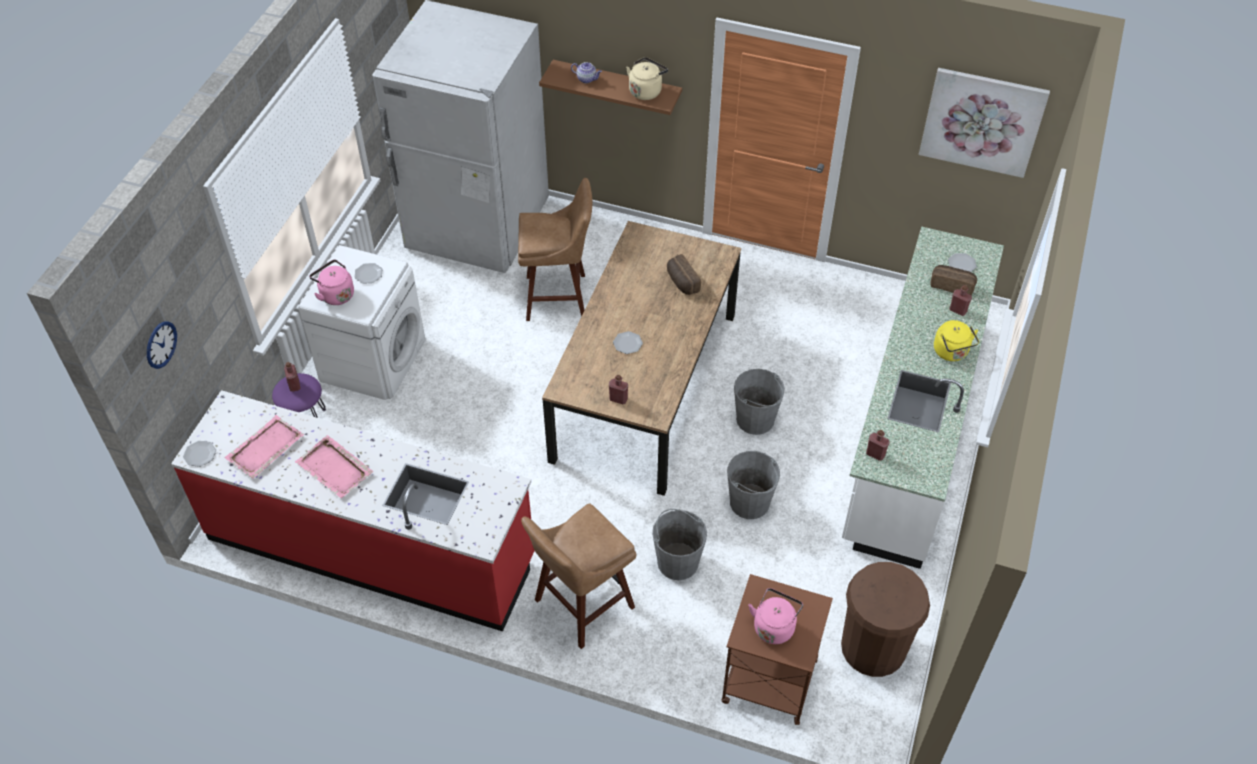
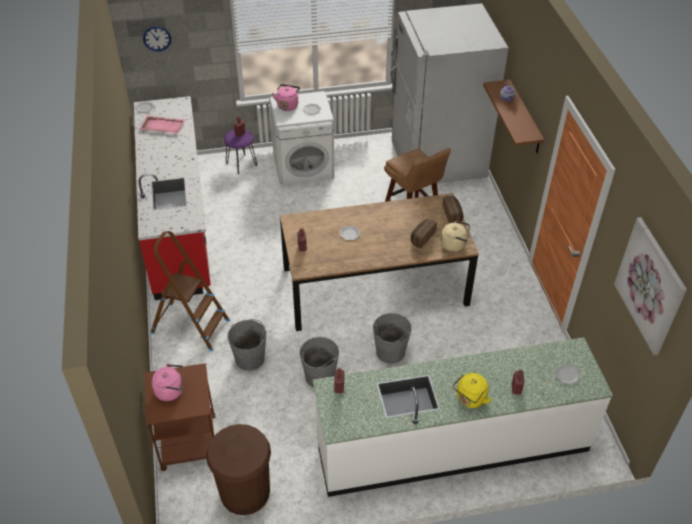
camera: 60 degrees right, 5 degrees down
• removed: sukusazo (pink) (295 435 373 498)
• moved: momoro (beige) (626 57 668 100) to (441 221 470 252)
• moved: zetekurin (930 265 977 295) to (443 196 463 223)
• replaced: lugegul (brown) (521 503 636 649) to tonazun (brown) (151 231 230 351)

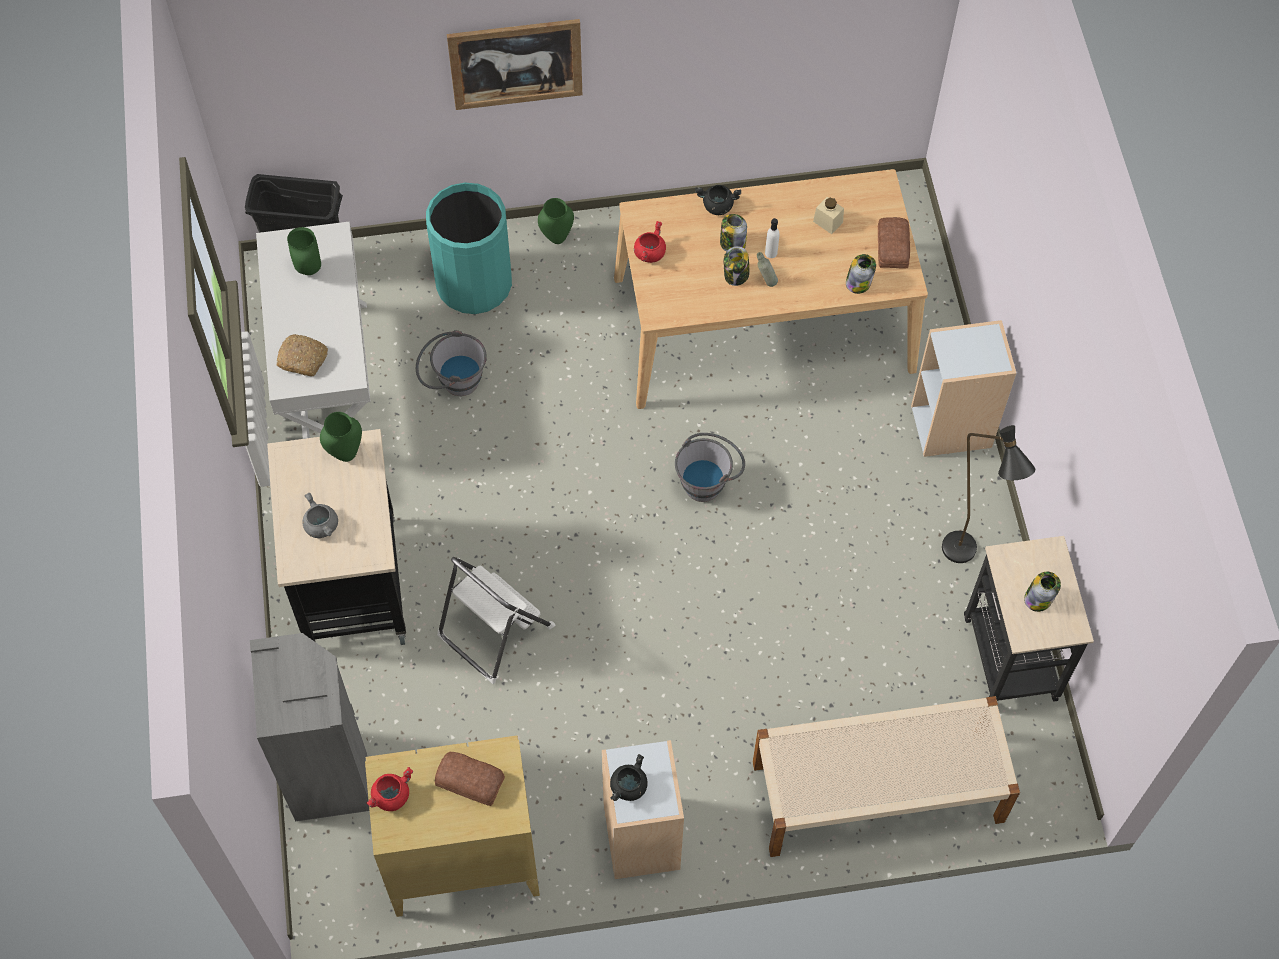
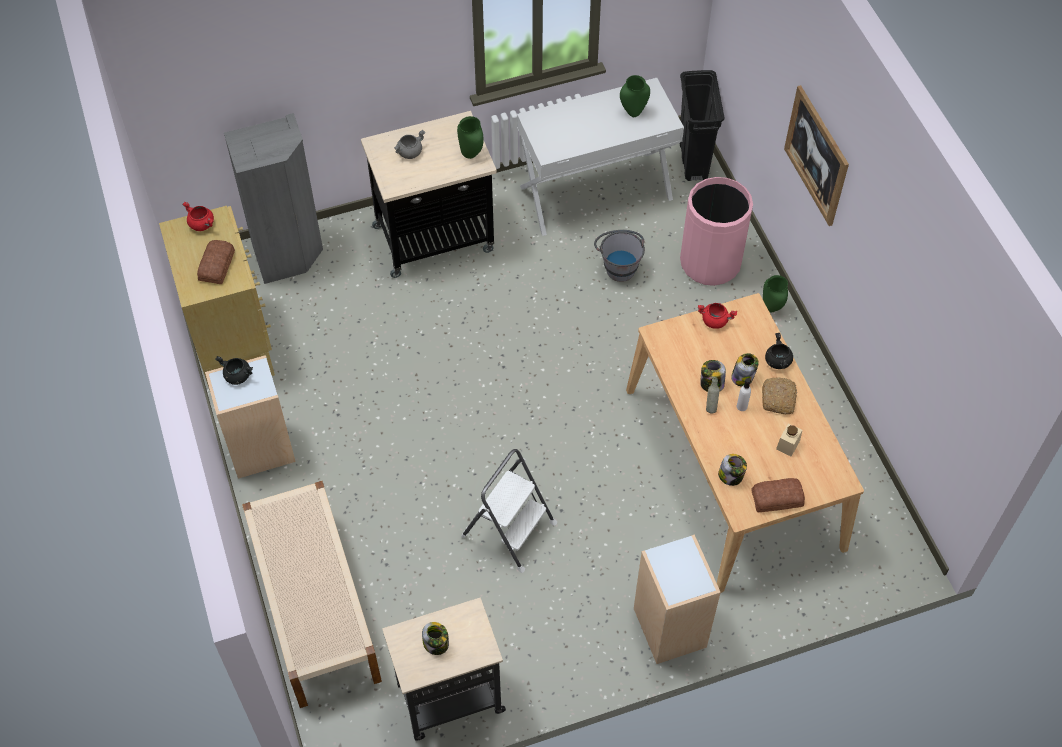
camera: 80 degrees right, 5 degrees down
• removed: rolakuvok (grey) (675 433 745 502)
• removed: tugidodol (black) (942 425 1035 563)
• moved: zetekurin (277 334 328 377) to (762 377 797 414)
• moved: tonazun (white) (437 557 555 684) to (461 449 557 573)
• recoloured: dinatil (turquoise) (426 183 512 314) to dinatil (pink) (680 177 753 286)

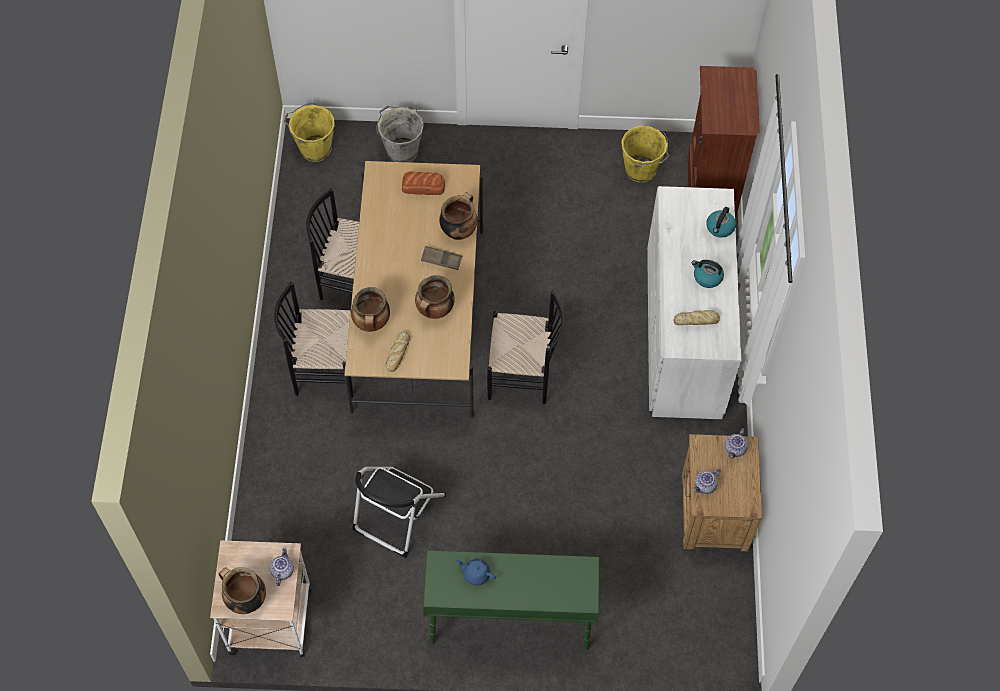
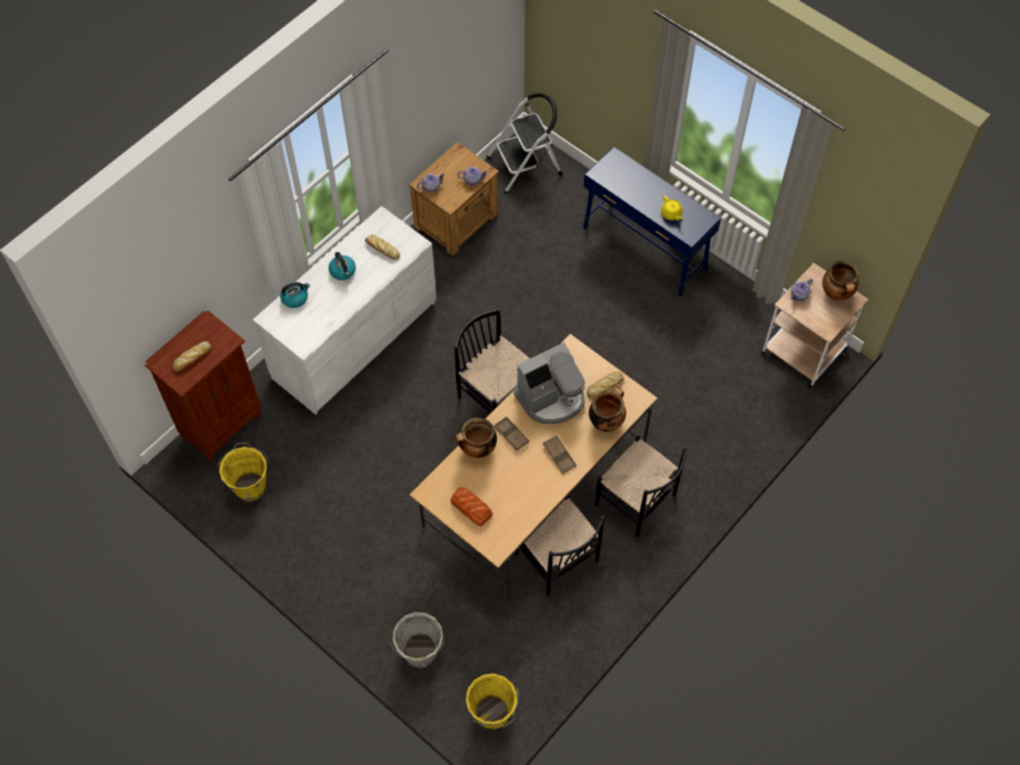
camera: 140 degrees left, 0 degrees up
• added: zetekurin (173 341 211 372)
• added: sukusazo (brown) (543 435 577 474)
• moved: tonazun (353 466 446 558) to (487 93 562 194)
• replaced: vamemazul (415 275 455 319) to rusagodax (514 342 585 424)
• recoloured: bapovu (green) (423 551 600 650) to bapovu (blue) (583 147 721 296)
• recoloured: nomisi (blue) (455 559 496 585) to nomisi (yellow) (661 196 683 220)

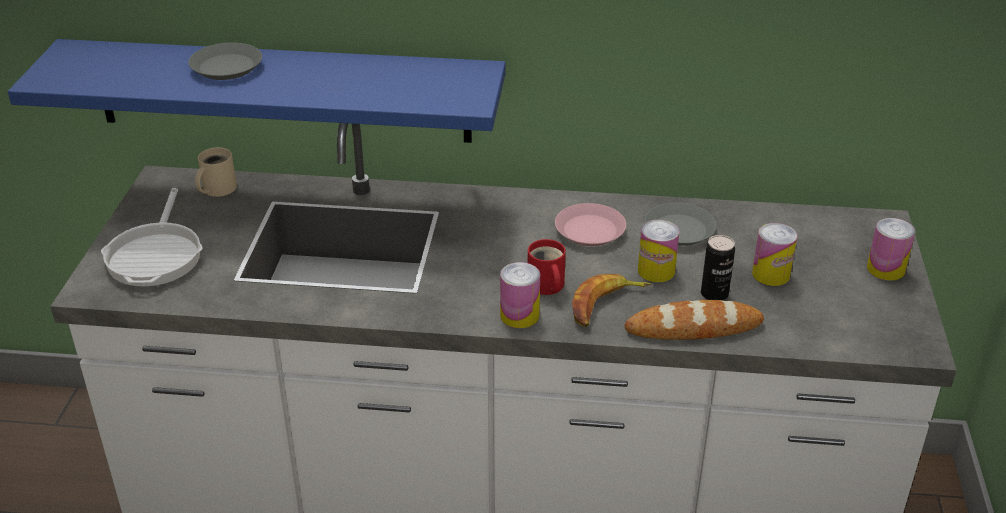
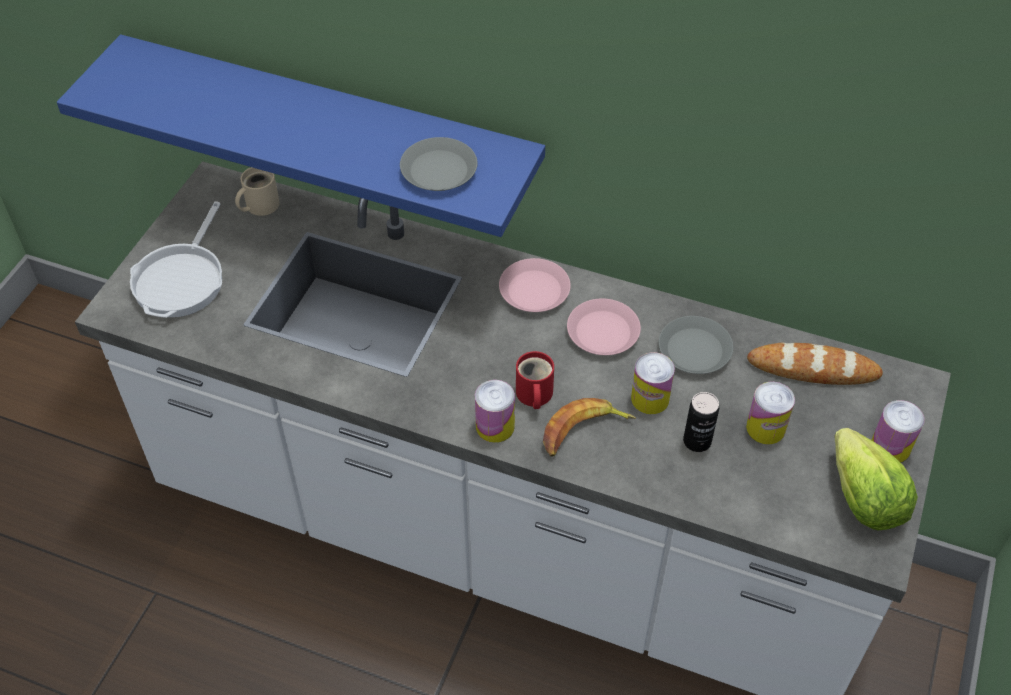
camera: 15 degrees right, 15 degrees up
• added: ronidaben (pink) (499 258 571 312)
• added: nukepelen (834 428 918 530)
• moved: ronidaben (grey) (188 43 262 80) to (400 137 477 191)
• moved: zetekurin (625 300 764 340) to (747 343 883 385)

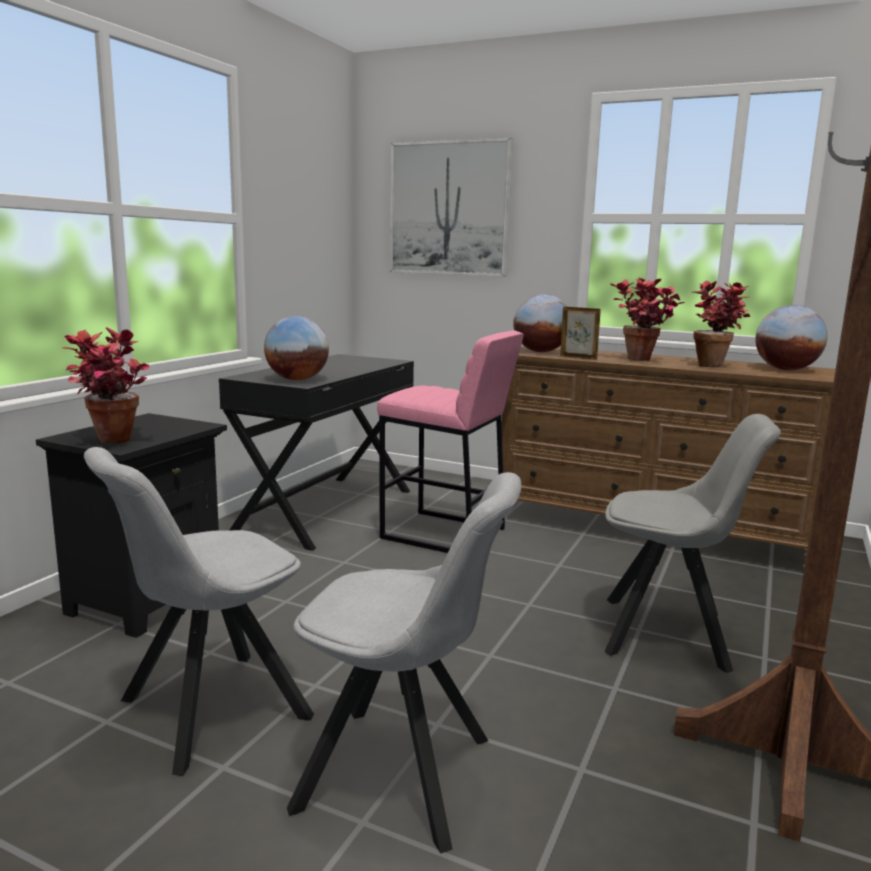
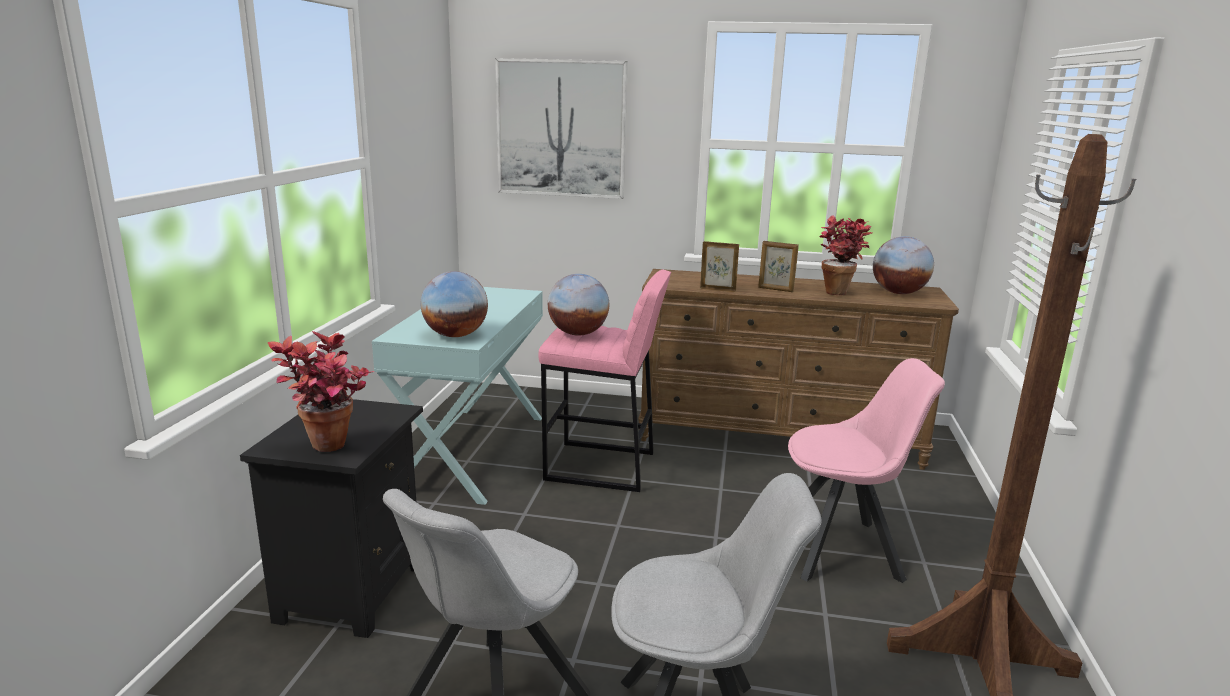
camera: 15 degrees left, 5 degrees up
• moved: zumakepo (513 294 567 352) to (548 274 609 336)
• replaced: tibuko (610 278 685 361) to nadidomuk (758 241 799 292)
• recoloured: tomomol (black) (219 354 414 551) to tomomol (turquoise) (372 287 543 505)
• recoloured: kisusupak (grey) (604 414 781 673) to kisusupak (pink) (788 358 945 583)

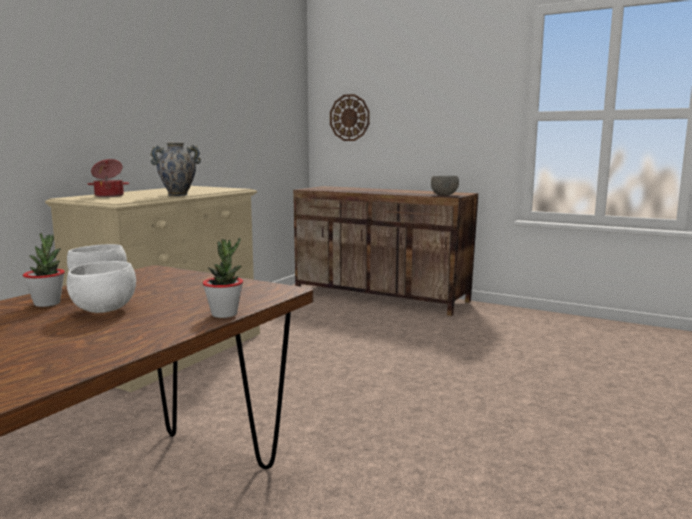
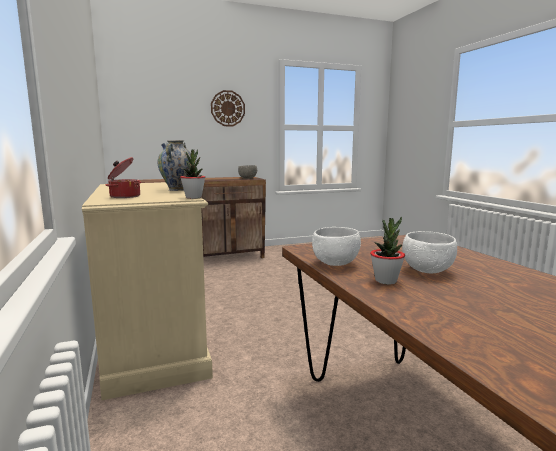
camera: 50 degrees left, 0 degrees up
• moved: tibuko (203 238 243 318) to (180 149 205 199)
• moved: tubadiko (330 94 370 141) to (211 90 245 126)

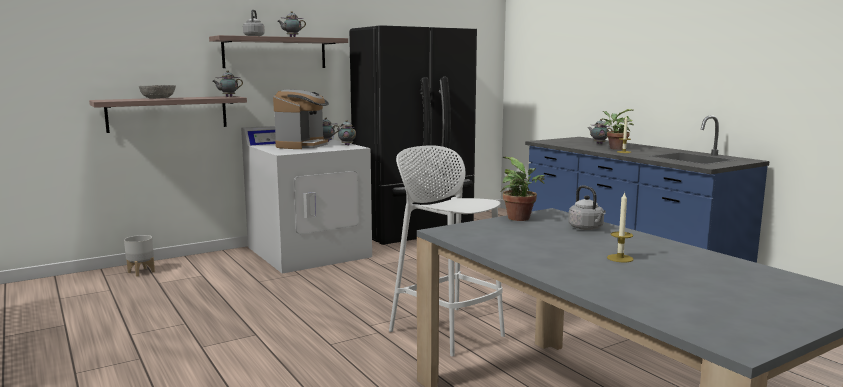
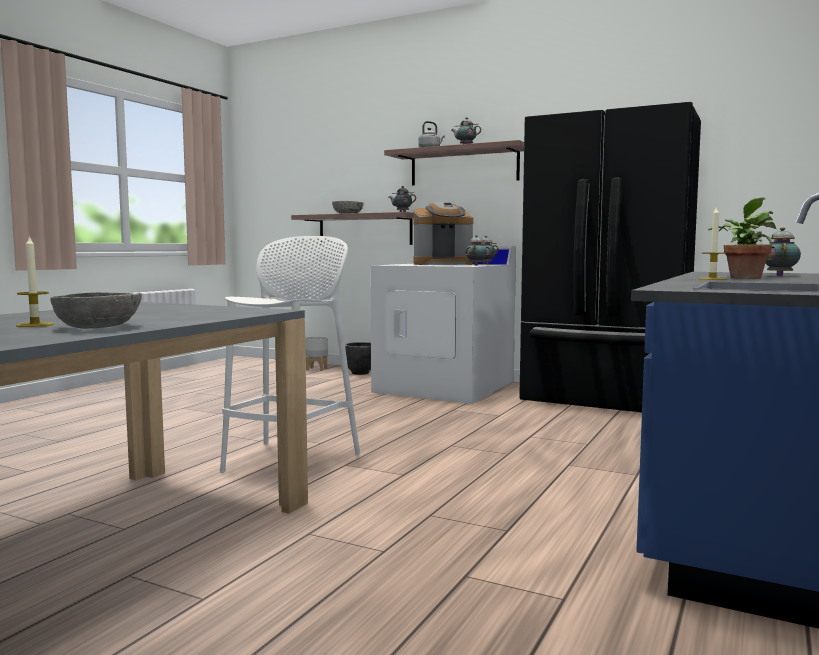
camera: 60 degrees right, 5 degrees down
• removed: tibuko (500 157 545 221)
• removed: momoro (grey) (568 185 606 230)
• added: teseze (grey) (50 292 142 329)
• added: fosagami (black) (345 342 371 375)

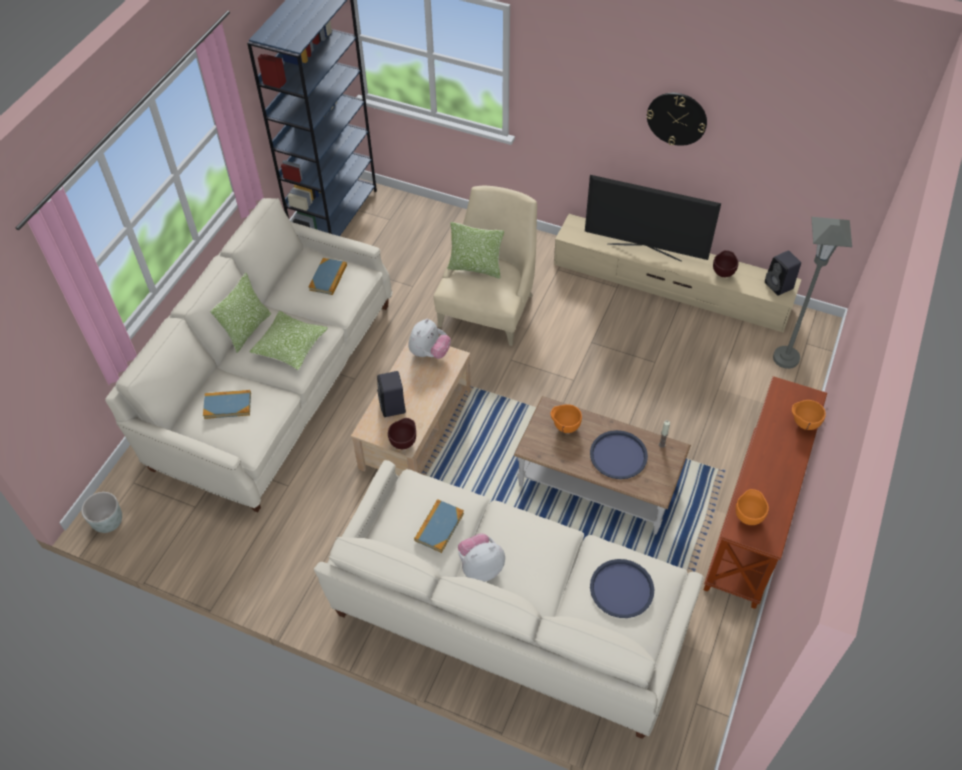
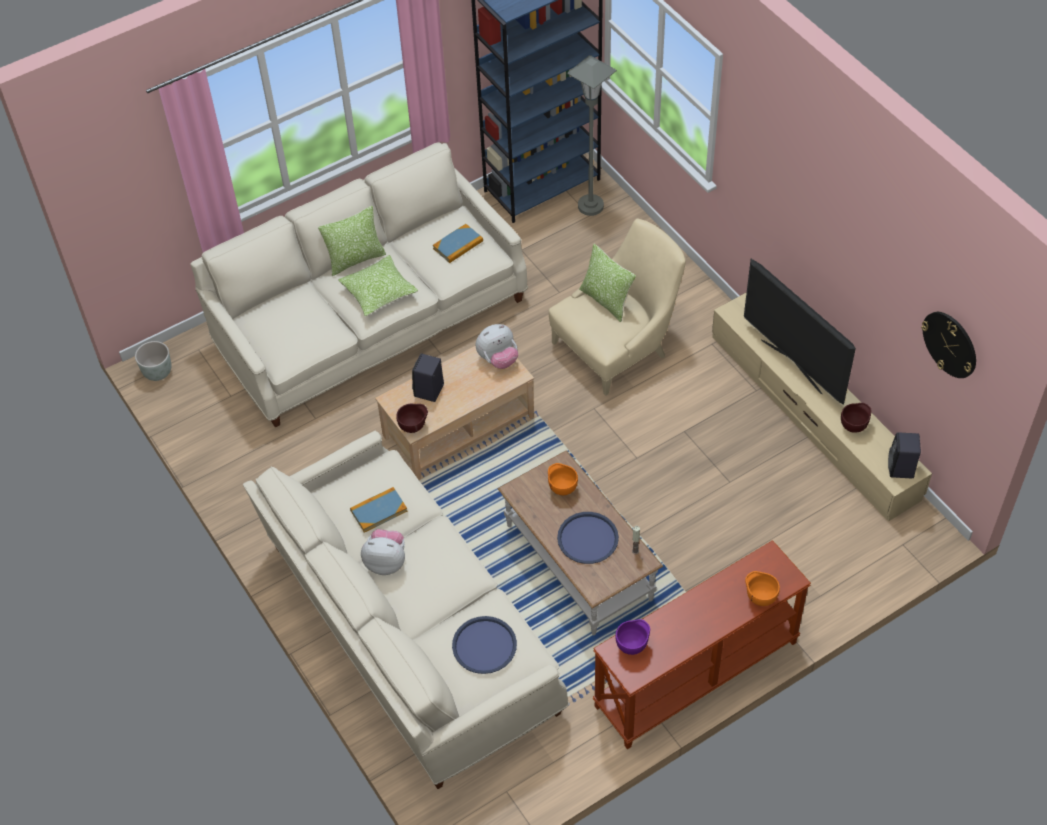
camera: 35 degrees right, 0 degrees up
• removed: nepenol (203 390 251 419)
• moved: tubadiko (647 93 707 146) to (921 312 976 378)
• moved: tugidodol (grey) (773 217 852 369) to (567 55 617 216)
• recoloured: teseze (orange) (735 489 769 525) to teseze (purple) (615 619 650 655)

